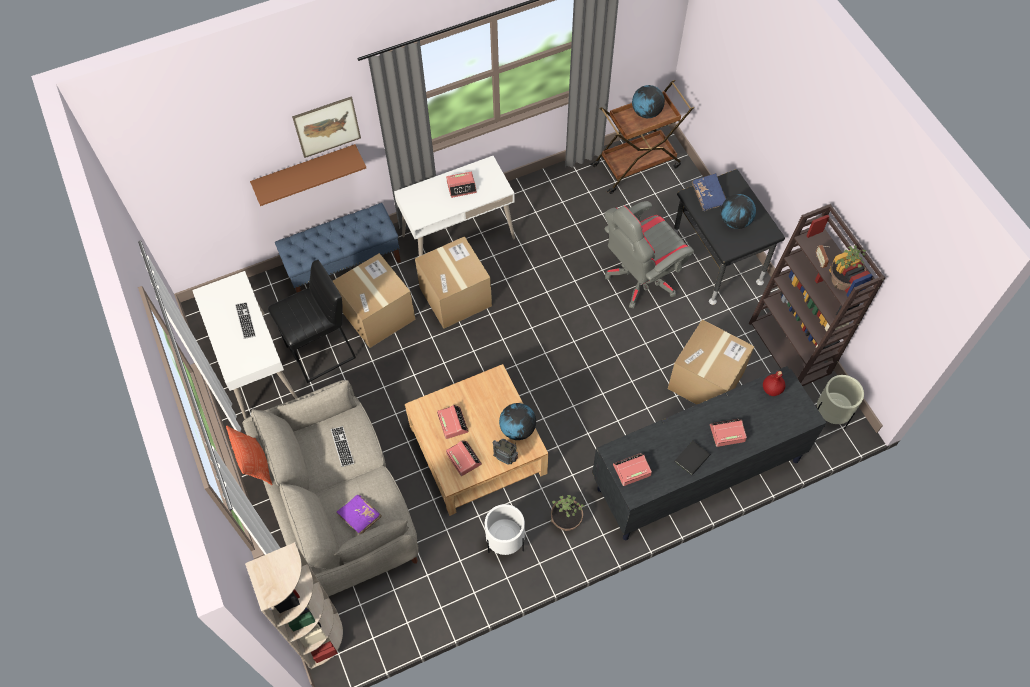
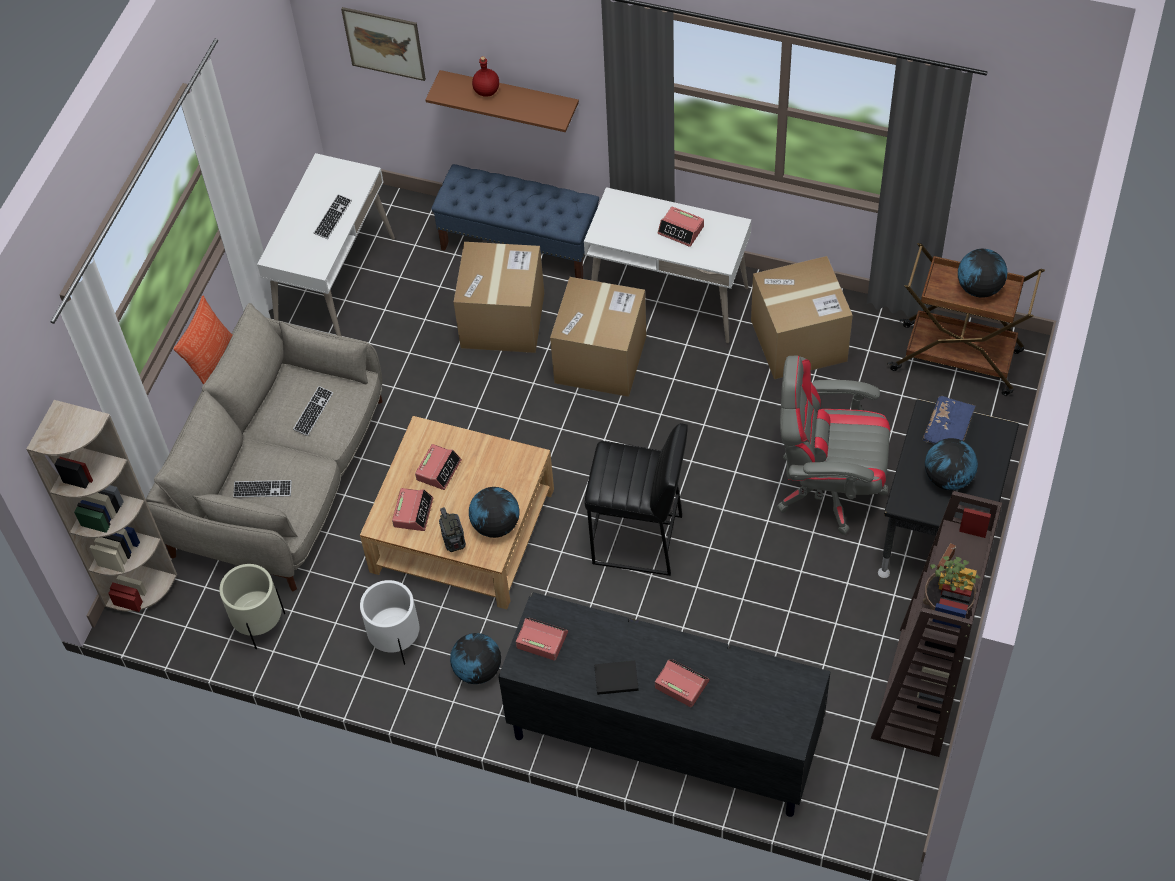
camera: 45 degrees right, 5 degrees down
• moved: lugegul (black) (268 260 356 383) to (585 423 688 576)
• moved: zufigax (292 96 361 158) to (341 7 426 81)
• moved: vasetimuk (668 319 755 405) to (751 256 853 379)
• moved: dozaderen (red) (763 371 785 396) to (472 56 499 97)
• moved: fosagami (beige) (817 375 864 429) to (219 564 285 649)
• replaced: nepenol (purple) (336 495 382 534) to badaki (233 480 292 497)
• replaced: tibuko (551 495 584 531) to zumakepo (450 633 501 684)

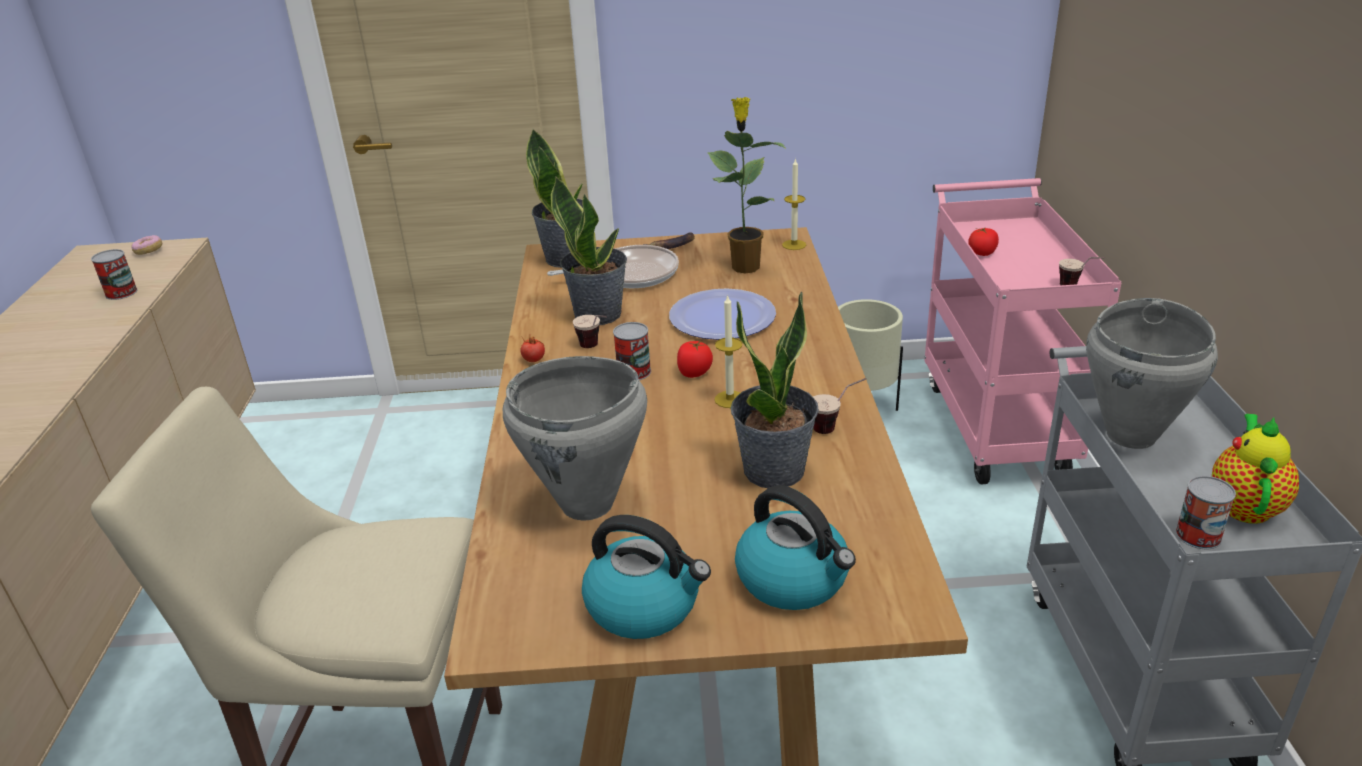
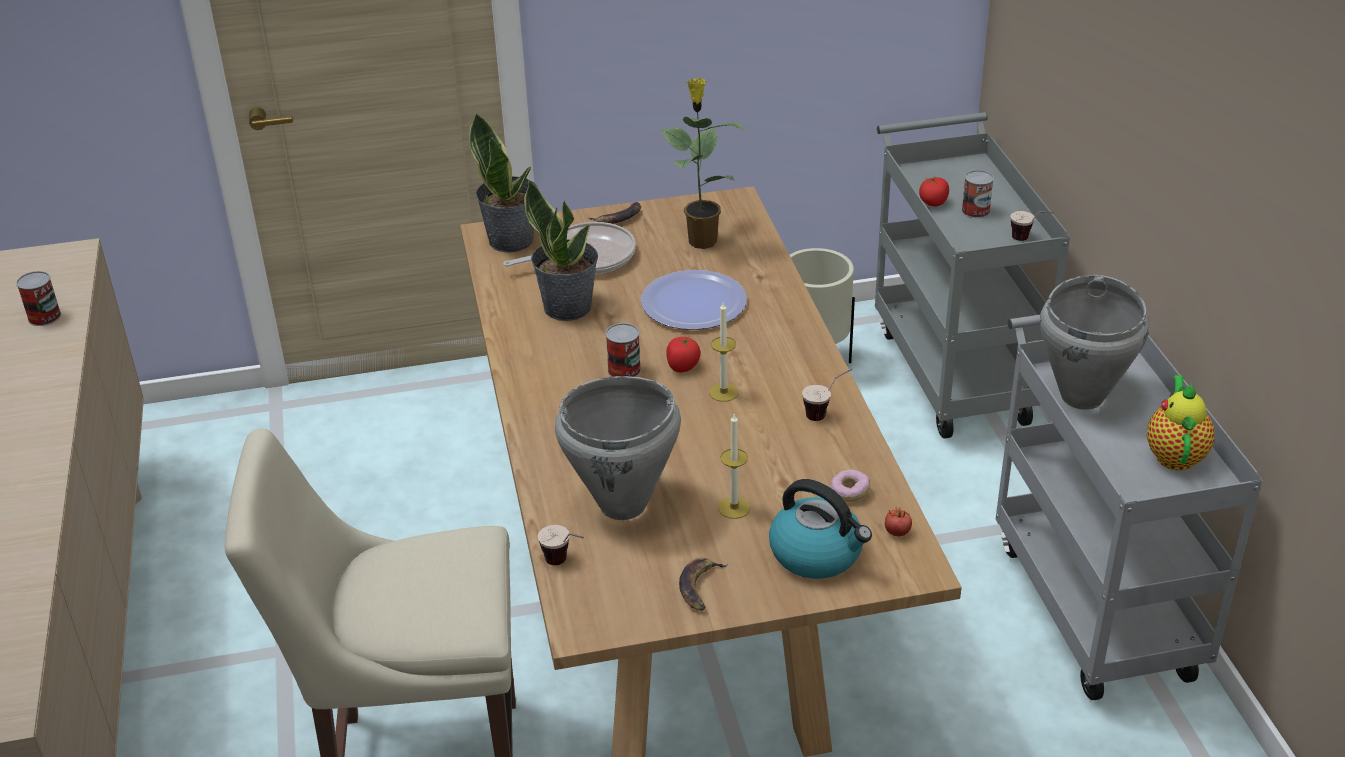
camera: 10 degrees left, 5 degrees up
• removed: tibuko (731 291 819 488)
• moved: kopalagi (131 235 162 255) to (831 469 870 502)
• moved: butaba (520 336 545 362) to (885 507 912 537)
• moved: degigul (573 315 607 348) to (538 525 584 565)
• moved: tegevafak (782 158 806 250) to (718 414 750 519)
• moved: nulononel (1175 476 1236 549) to (962 170 994 218)
• replaced: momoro (582 515 711 639) to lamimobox (679 558 728 611)
• recoloured: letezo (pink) (924 178 1121 484) to letezo (grey) (875 112 1070 438)

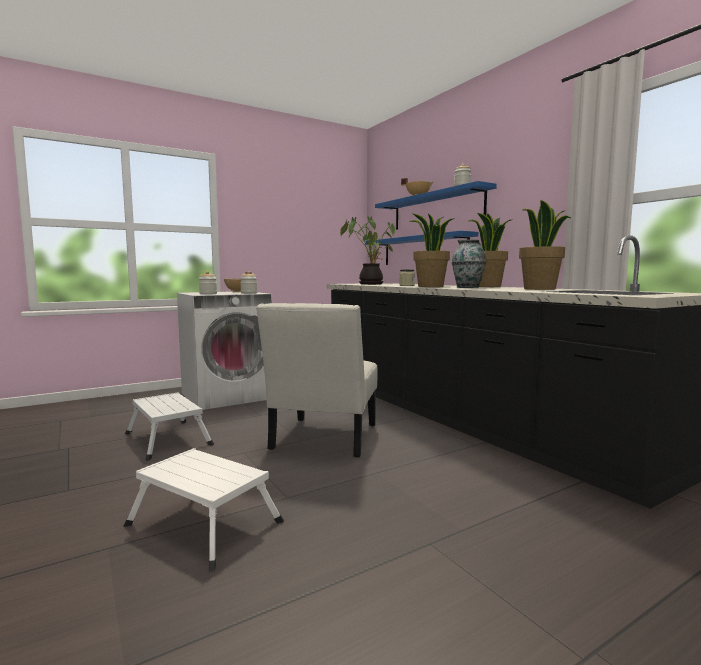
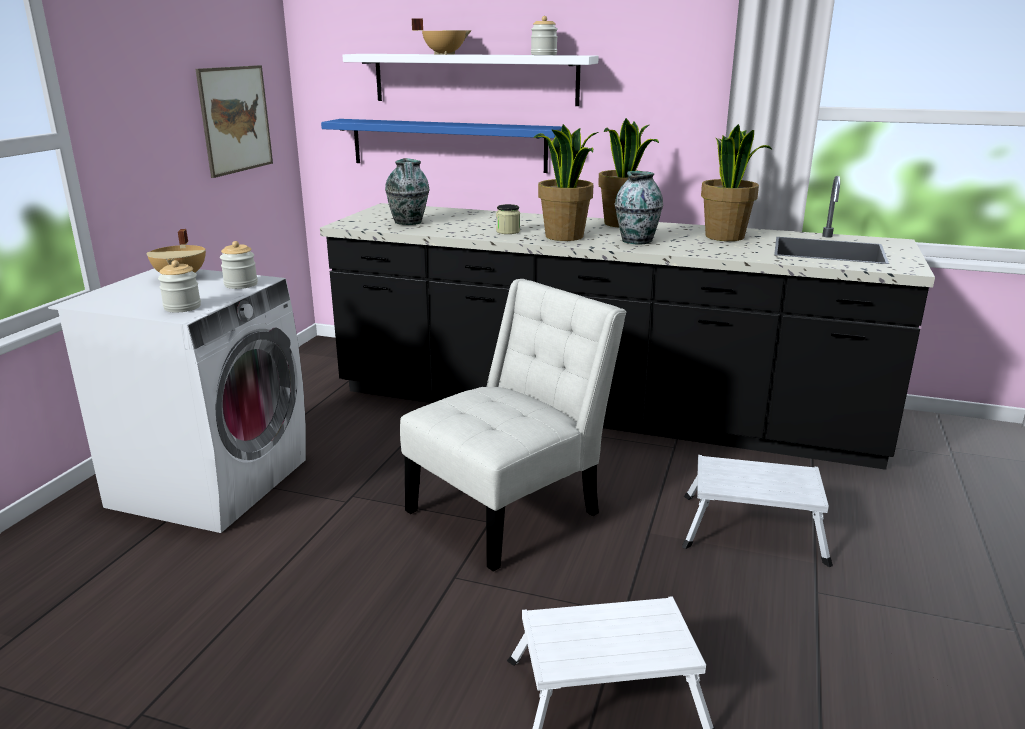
camera: 40 degrees left, 15 degrees up
• added: zufigax (196 65 273 178)
• moved: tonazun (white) (125 392 214 461) to (682 455 833 567)
• replaced: tibuko (340 216 395 285) to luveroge (385 158 430 225)
• recoloured: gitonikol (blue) (375 181 497 230) to gitonikol (white) (342 54 599 106)
• turned: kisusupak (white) (256 303 377 457) = (400 279 626 572) 105 degrees counterclockwise

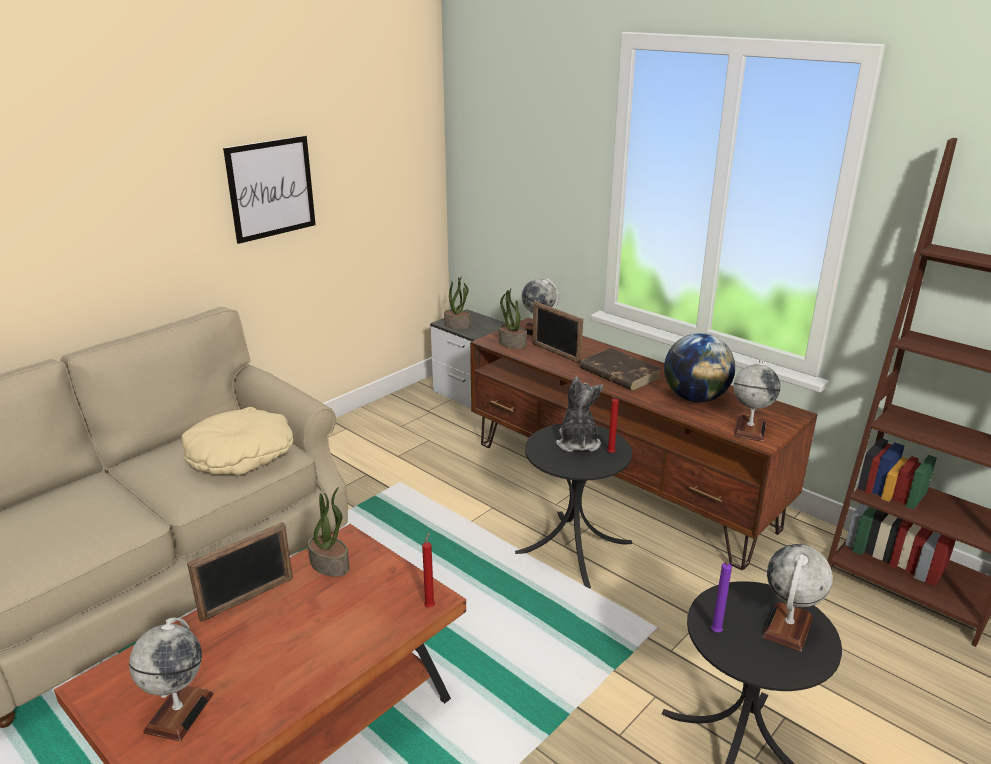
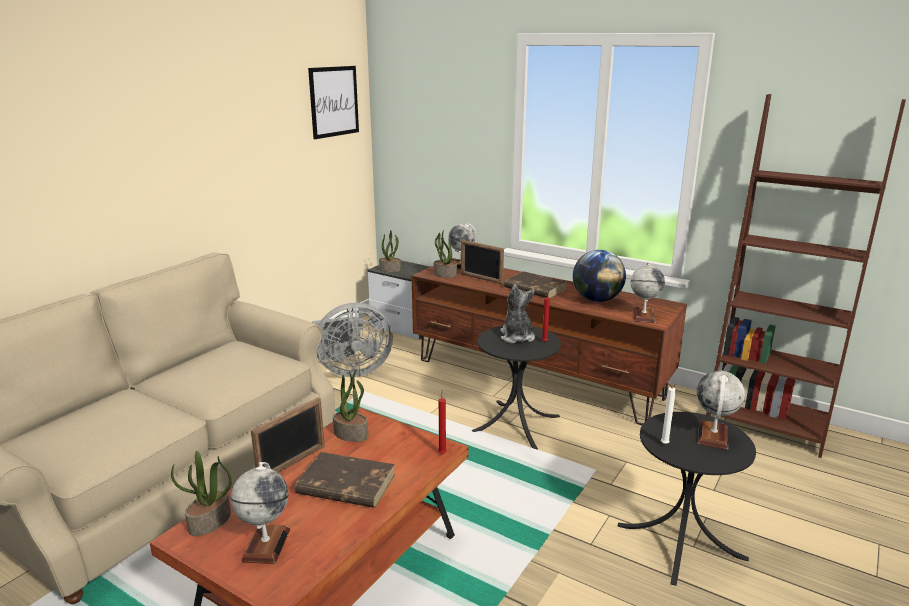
camera: 10 degrees left, 5 degrees down
• removed: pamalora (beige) (182 407 293 475)
• added: tibuko (171 451 232 536)
• added: nepenol (brown) (295 452 395 508)
• added: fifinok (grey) (312 303 393 377)
• moved: zufigax (223 136 316 244) to (308 66 359 139)
• recoloured: tegevafak (purple) (711 554 732 632) to tegevafak (white) (661 381 676 444)

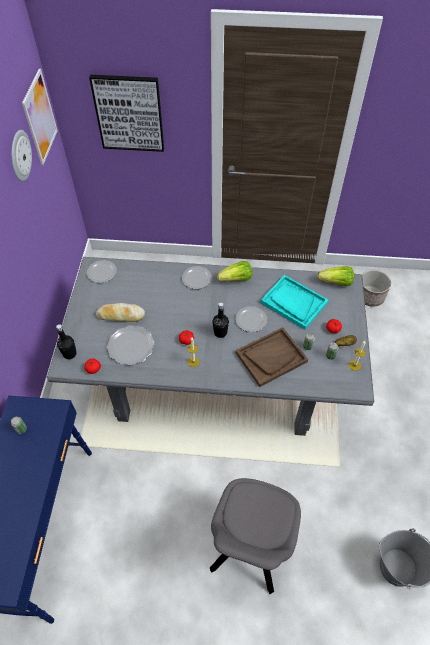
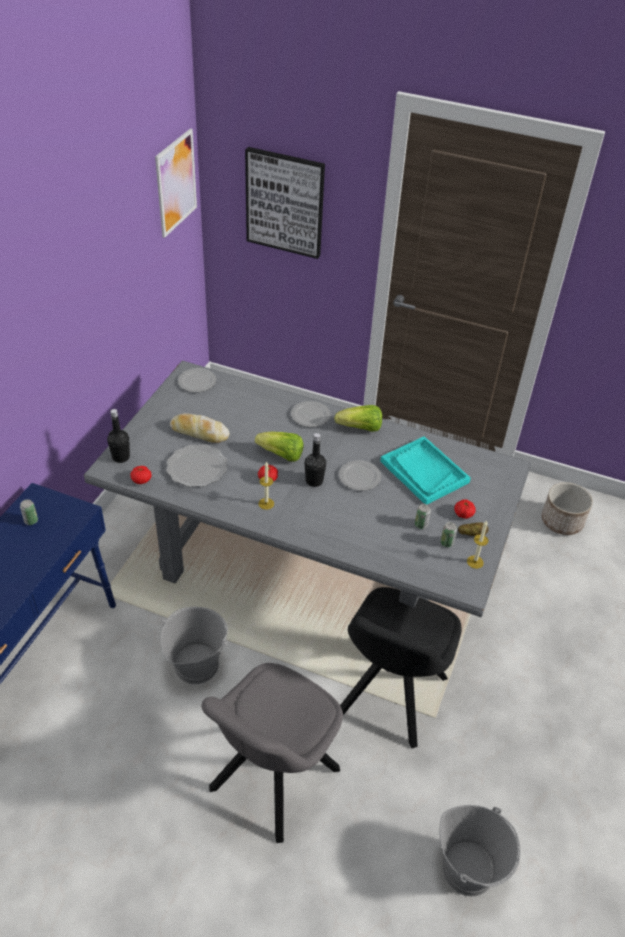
camera: 15 degrees right, 10 degrees down
• removed: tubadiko (12 130 32 182)
• removed: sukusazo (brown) (236 327 308 387)
• added: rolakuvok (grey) (160 607 228 684)
• added: kisusupak (black) (340 587 462 748)
• moved: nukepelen (317 266 354 286) to (255 432 304 462)

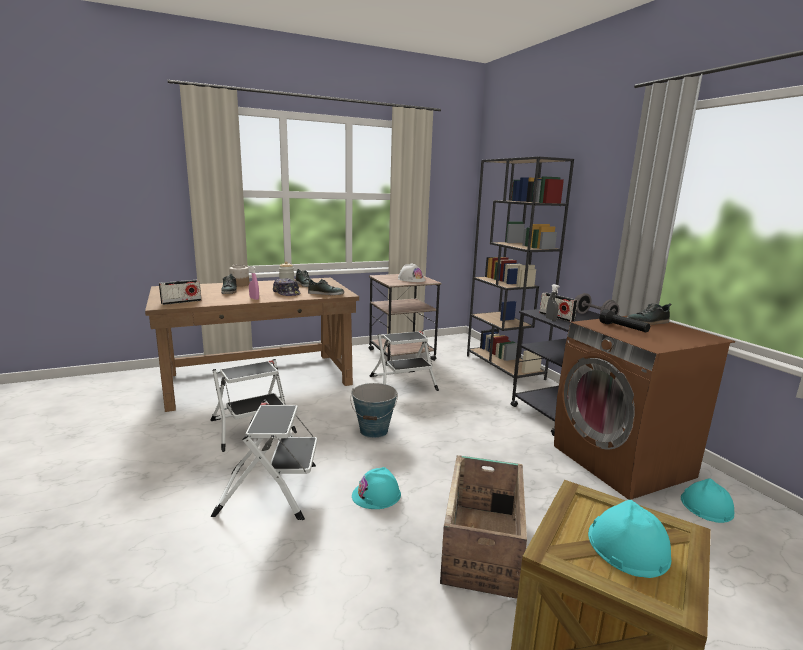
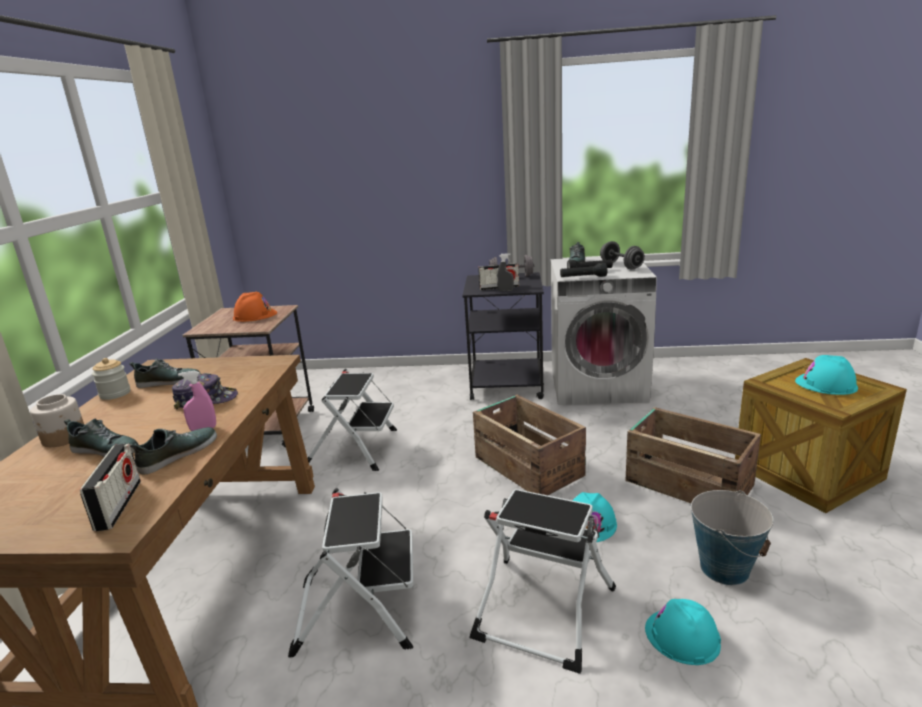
camera: 60 degrees left, 5 degrees up
• removed: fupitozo (467 157 574 385)
• added: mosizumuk (473 395 586 495)
• added: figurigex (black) (560 263 607 277)
• added: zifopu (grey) (600 241 645 270)
• moved: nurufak (307 278 344 295) to (130 427 217 474)
• moved: rolakuvok (350 383 398 438) to (691 490 774 585)
• moved: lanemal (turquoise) (681 478 735 523) to (645 599 721 665)
• recoloured: lanemal (white) (398 263 425 282) to lanemal (orange) (233 292 277 322)
• recoloured: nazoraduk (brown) (554 316 735 500) to nazoraduk (white) (550 256 657 405)

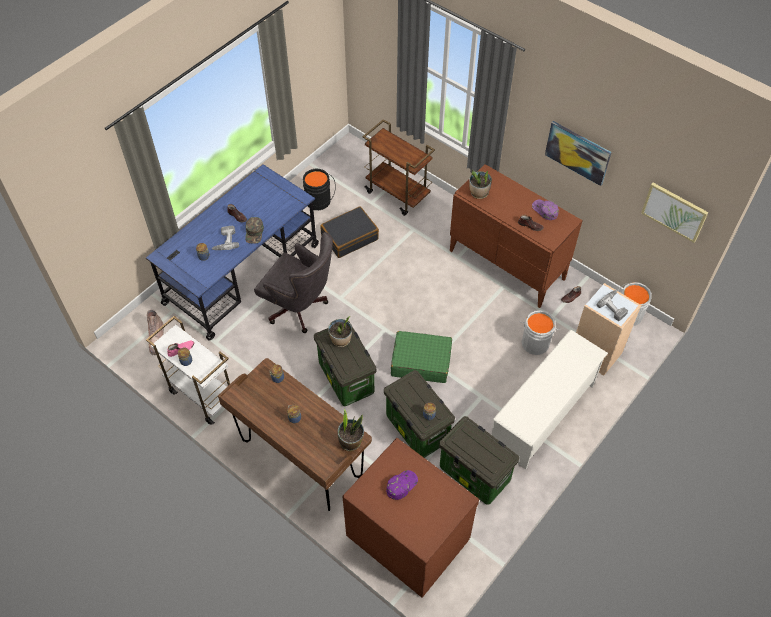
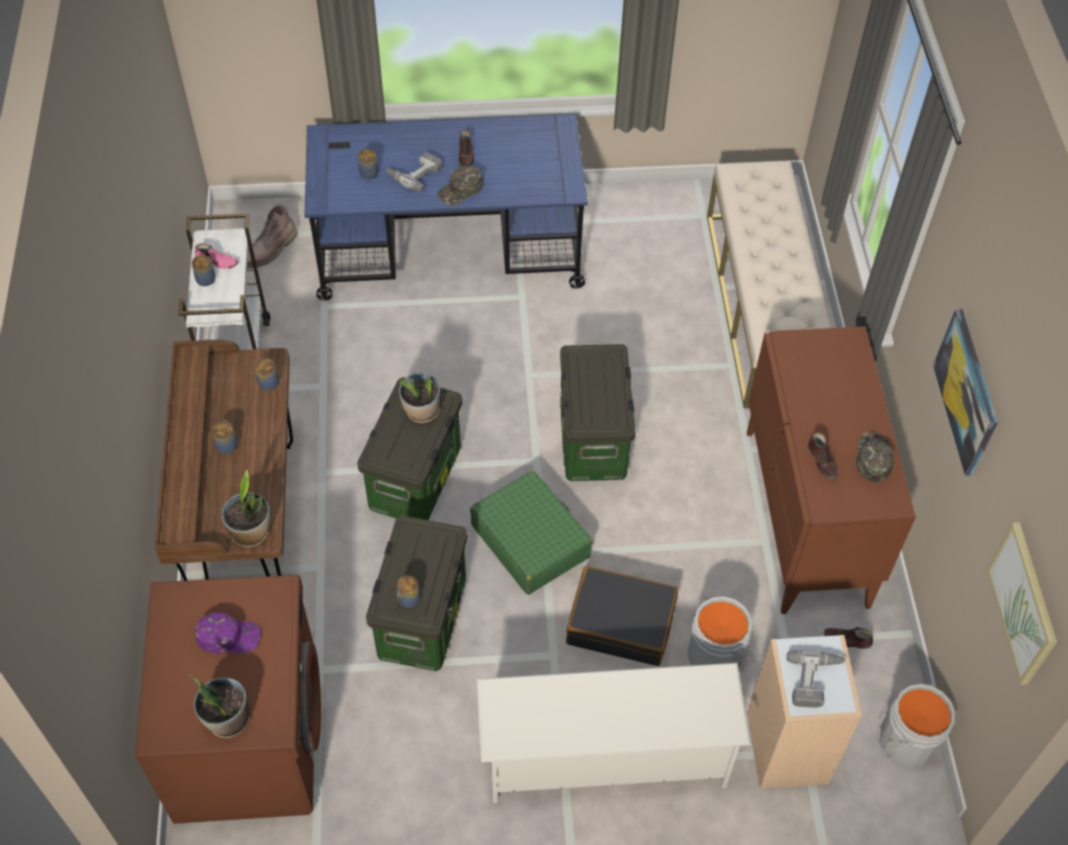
camera: 45 degrees right, 0 degrees up
• removed: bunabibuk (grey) (254 232 333 333)
• removed: rolakuvok (black) (303 169 336 210)
• moved: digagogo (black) (320 206 379 258) to (566 566 678 666)
• moved: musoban (439 416 519 505) to (560 344 635 481)
• moved: tibuko (469 170 492 199) to (188 674 250 738)
• replaced: letezo (brown) (362 119 435 216) to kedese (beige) (707 160 832 409)
• recoloured: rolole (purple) (532 200 559 220) to rolole (green) (856 432 894 482)

